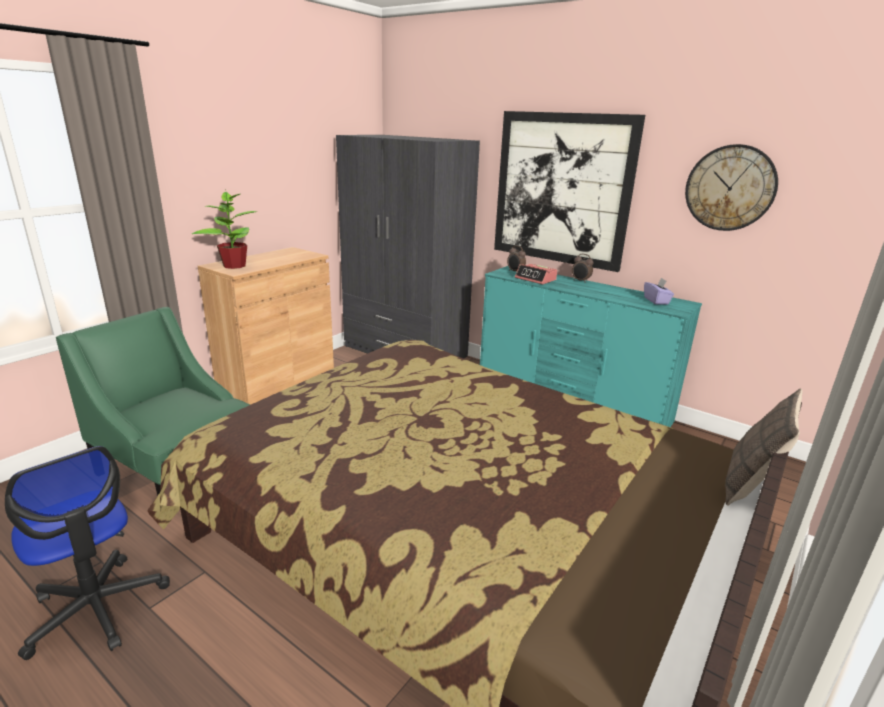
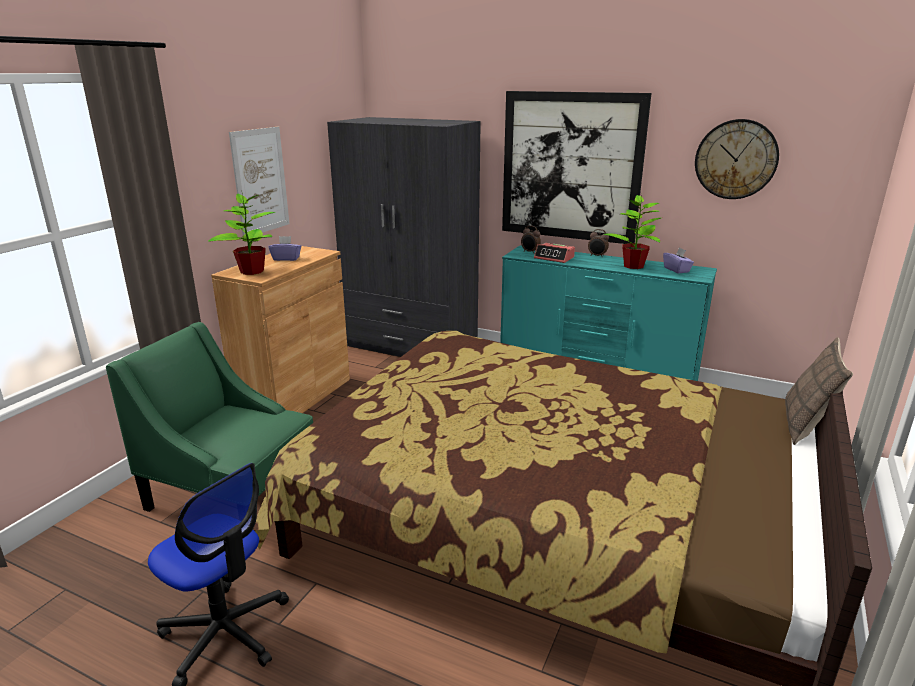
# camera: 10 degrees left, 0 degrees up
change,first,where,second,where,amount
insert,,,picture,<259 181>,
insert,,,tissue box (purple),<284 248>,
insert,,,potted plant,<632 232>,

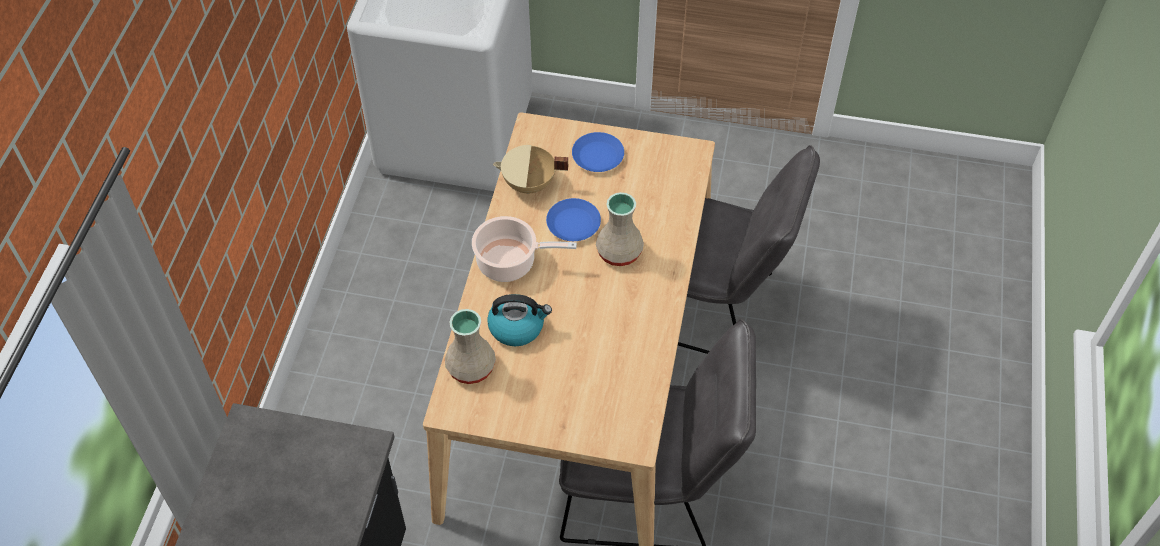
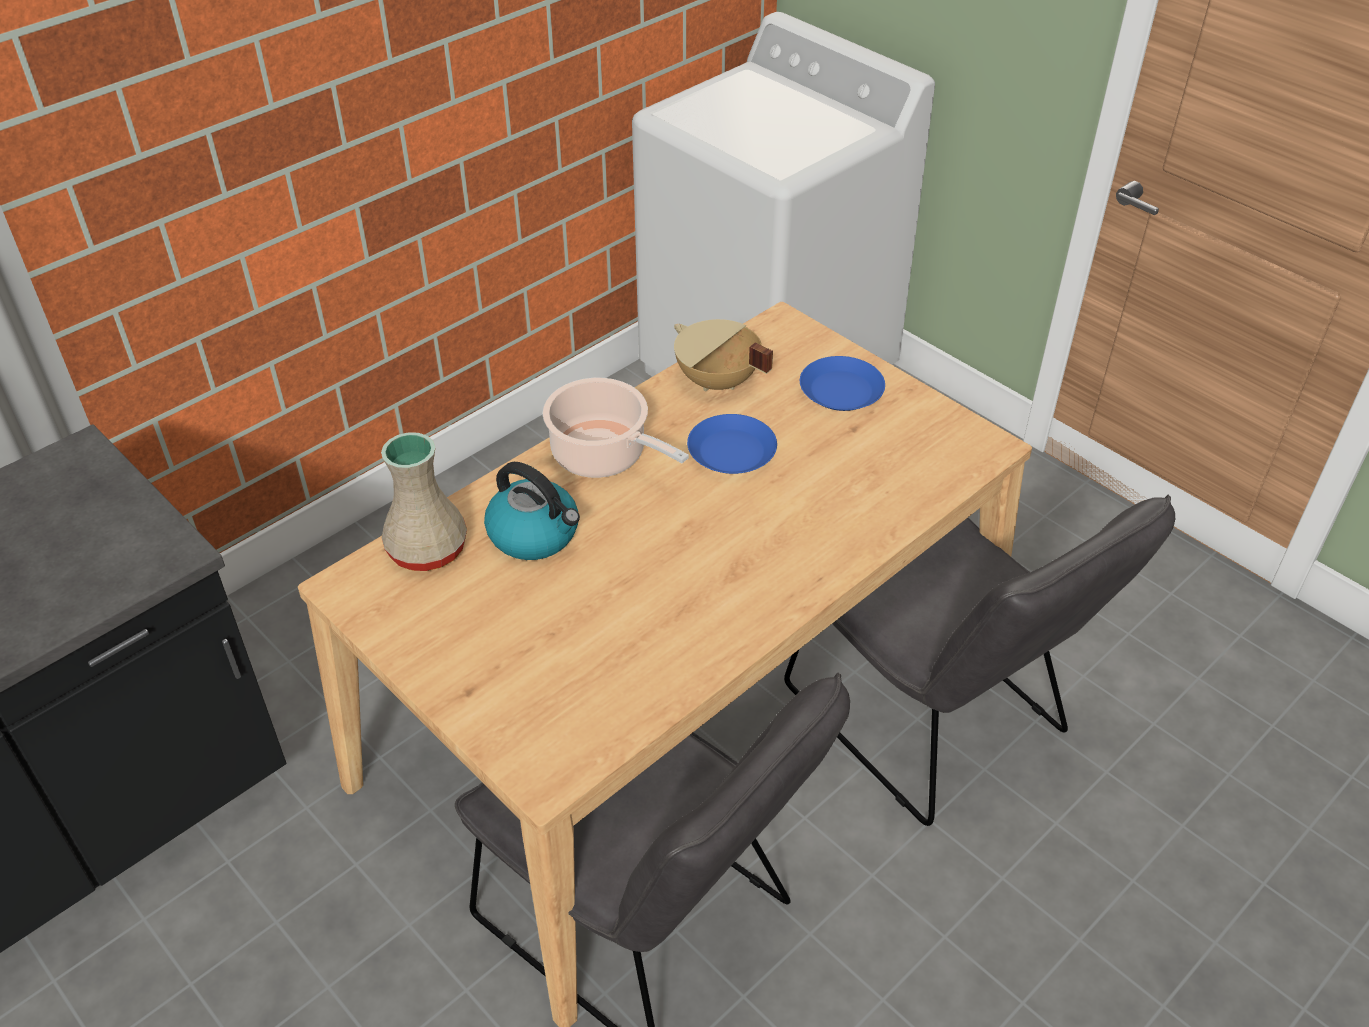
# camera: 35 degrees right, 10 degrees down
change,first,where,second,where,amount
delete,vase (beige),<620 229>,,,

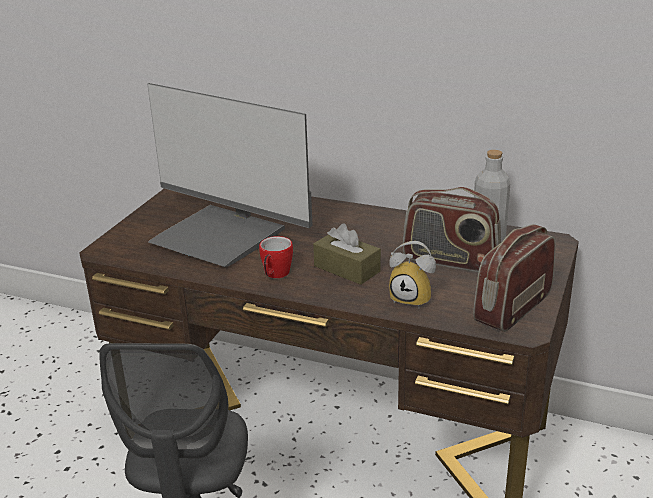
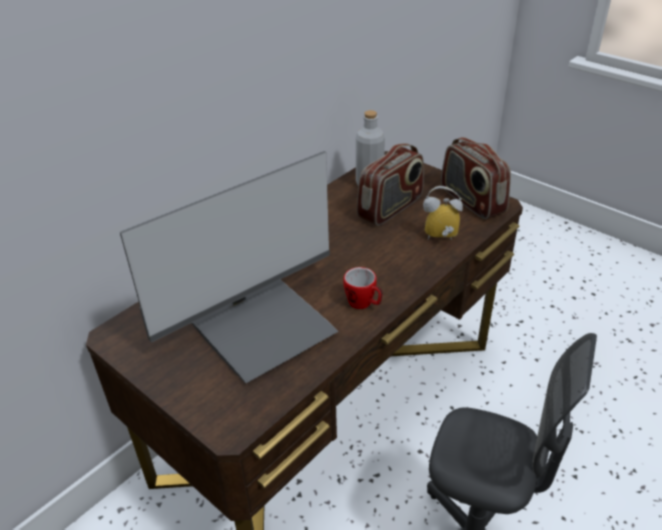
# camera: 70 degrees left, 10 degrees up
change,first,where,second,where,amount
delete,tissue box (brown),<347 254>,,,
rotate,alarm clock,<412 274>,,<443 213>,135 degrees counterclockwise

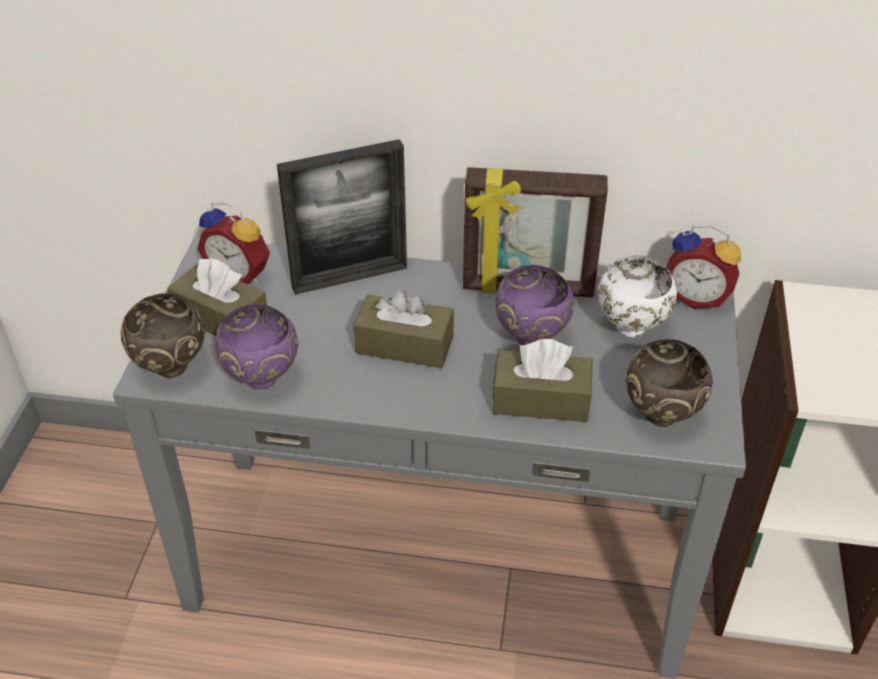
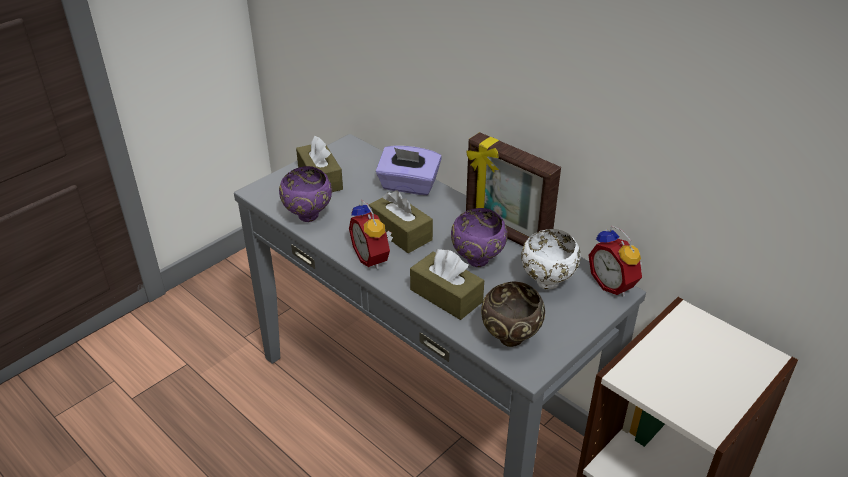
# camera: 35 degrees right, 5 degrees down
change,first,where,second,where,amount
delete,bowl (brown),<163 335>,,,
move,alarm clock,<233 243>,,<371 234>,
replace,picture frame,<342 217>,tissue box (purple),<409 170>,

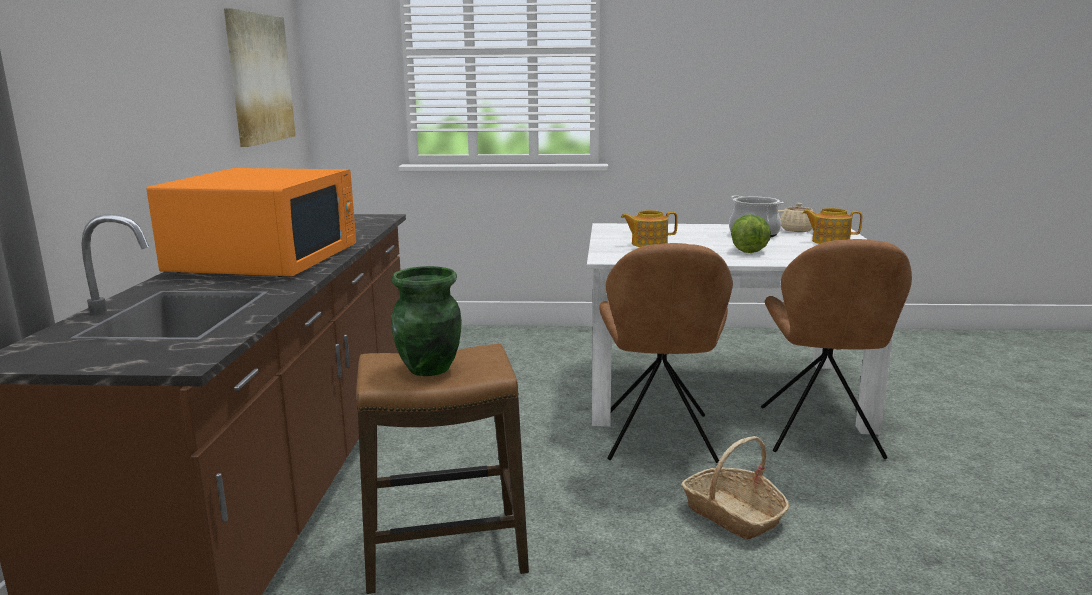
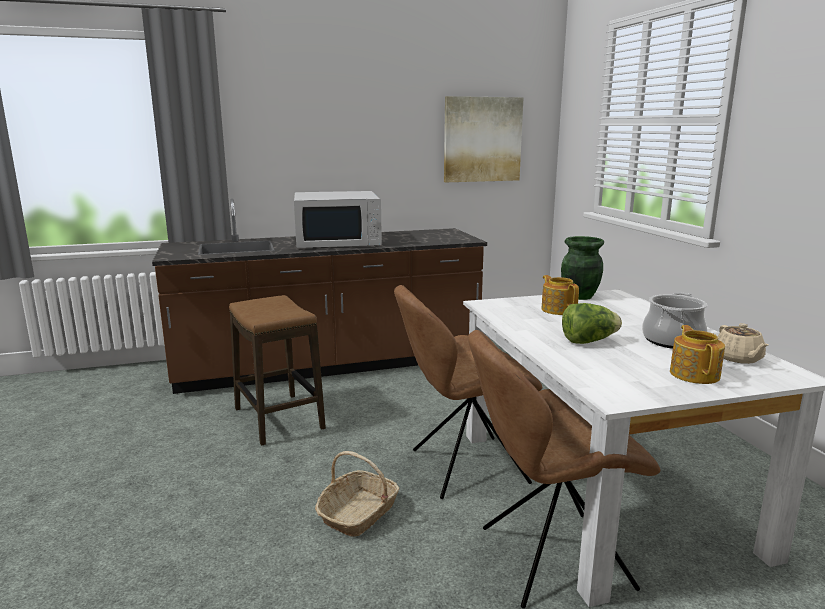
# camera: 70 degrees right, 0 degrees up
change,first,where,second,where,amount
move,vase (green),<426 321>,,<582 268>,
recolor,microwave (orange),<251 222>,microwave (white),<338 219>,

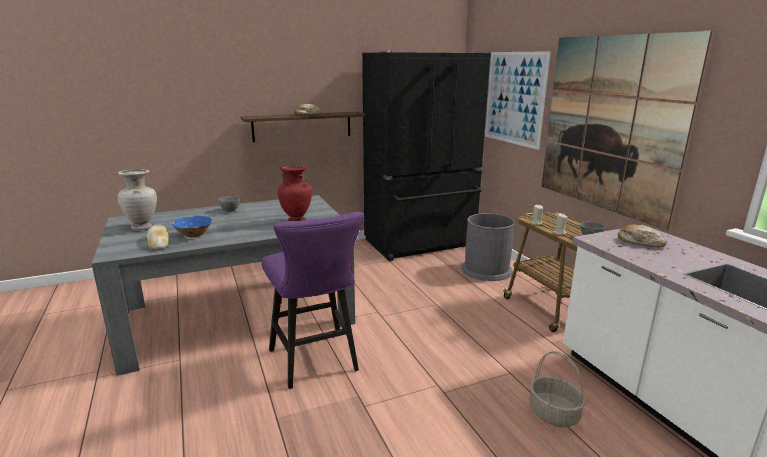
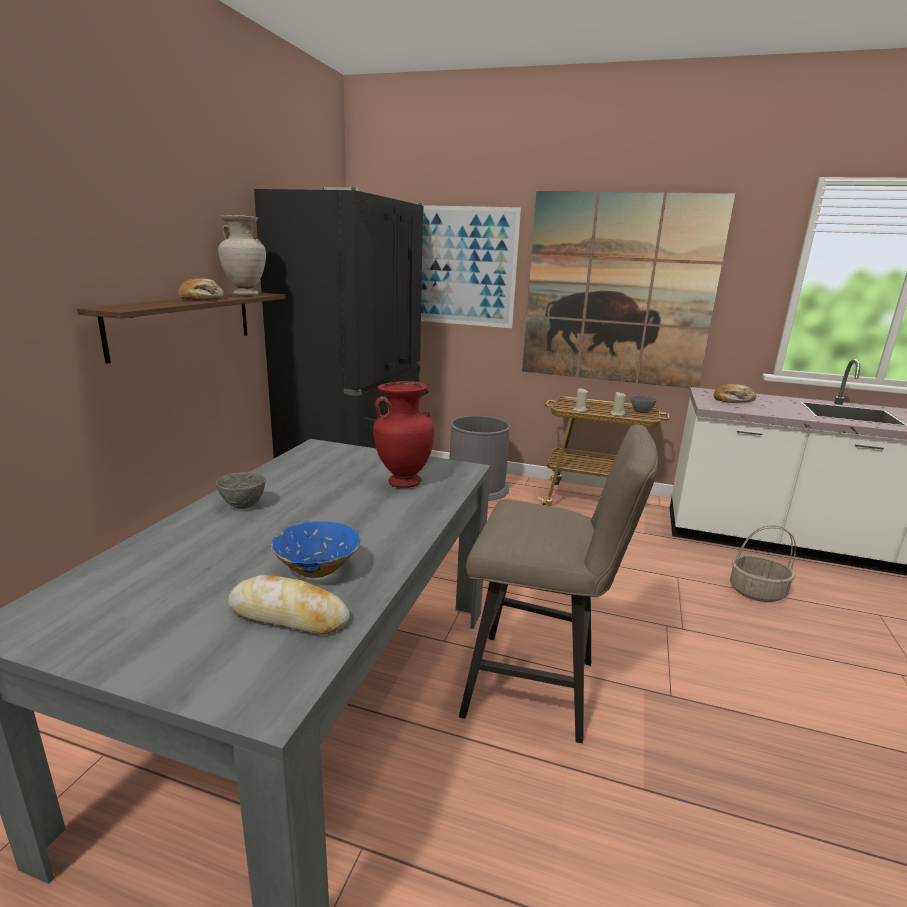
# camera: 50 degrees left, 0 degrees up
change,first,where,second,where,amount
move,vase (beige),<137 199>,,<242 255>,
recolor,stool (purple),<313 300>,stool (beige),<558 584>,

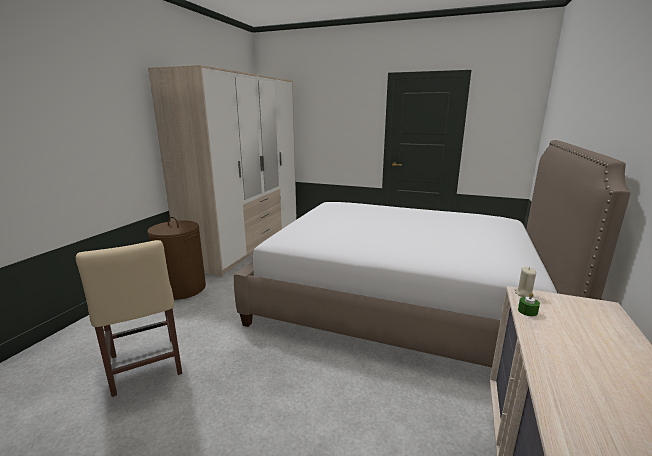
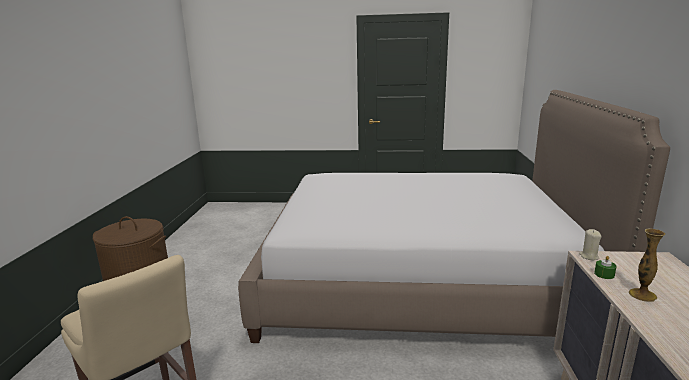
# camera: 15 degrees left, 0 degrees up
change,first,where,second,where,amount
delete,wardrobe,<222 170>,,,
insert,,,vase,<647 265>,

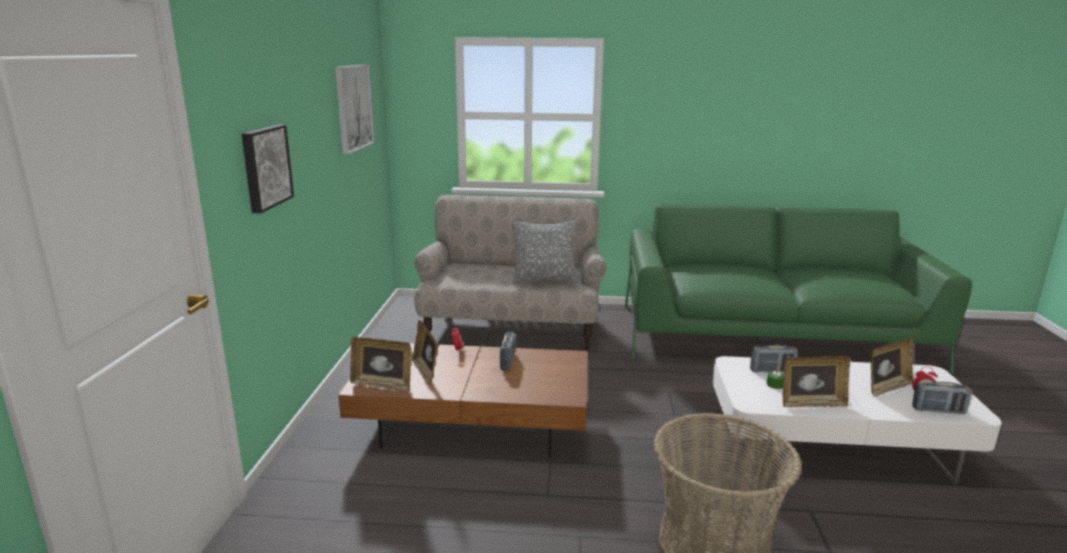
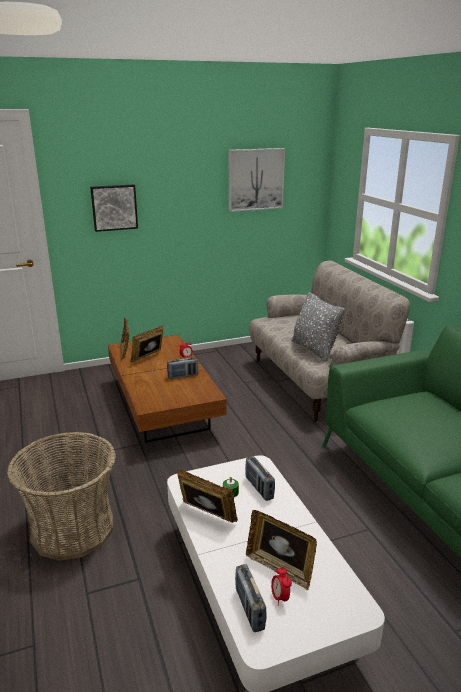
# camera: 65 degrees right, 5 degrees up
change,first,where,second,where,amount
rotate,picture frame,<816 382>,,<207 495>,150 degrees clockwise

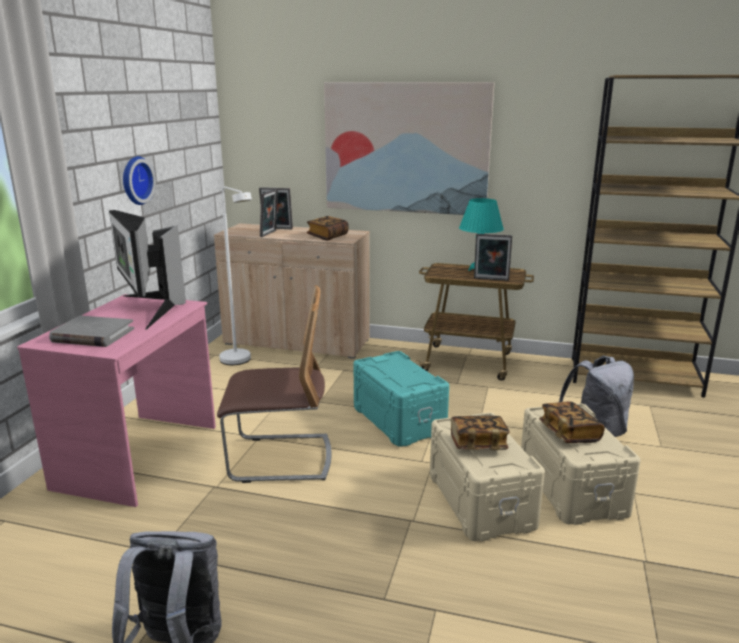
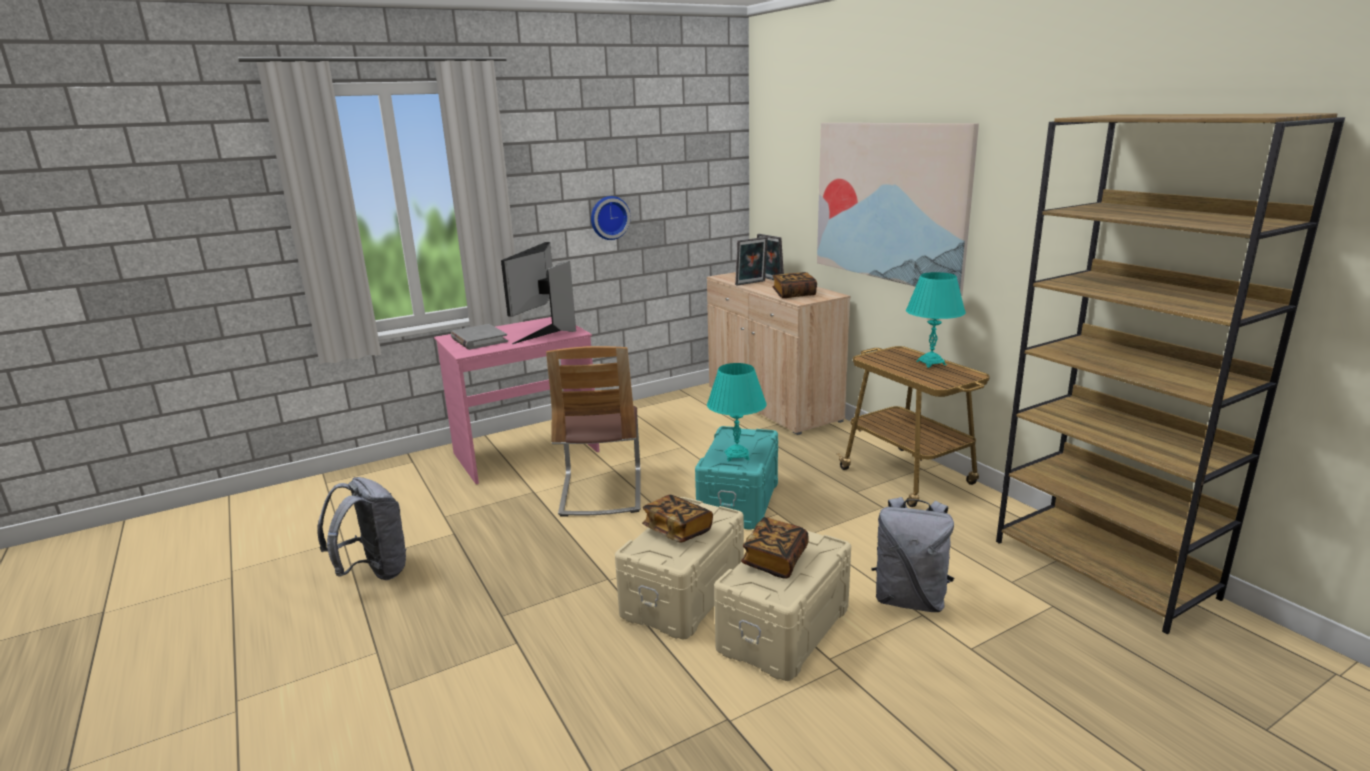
# camera: 45 degrees right, 0 degrees up
change,first,where,second,where,amount
delete,floor lamp (white),<235 276>,,,
delete,picture frame,<493 257>,,,
insert,,,table lamp (turquoise),<737 412>,
rotate,chair,<274 384>,,<593 431>,45 degrees clockwise

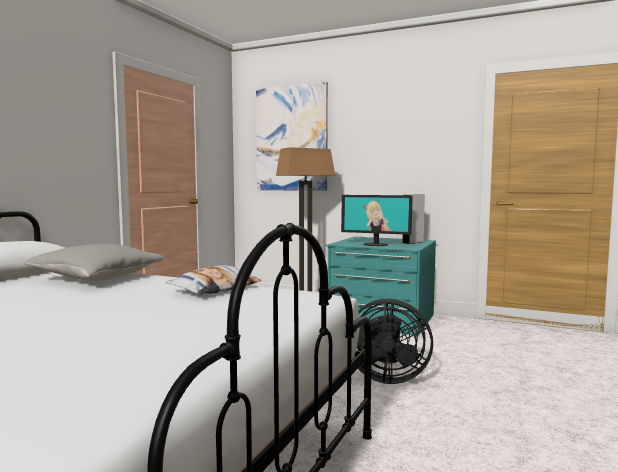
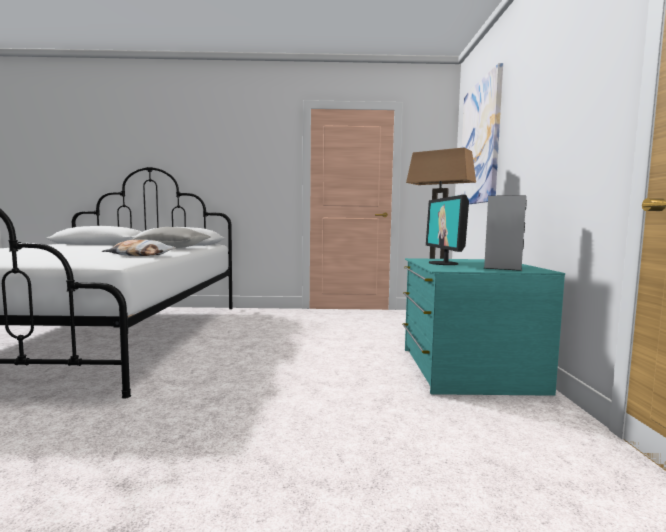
# camera: 65 degrees right, 0 degrees up
change,first,where,second,where,amount
delete,fan (black),<395 341>,,,

